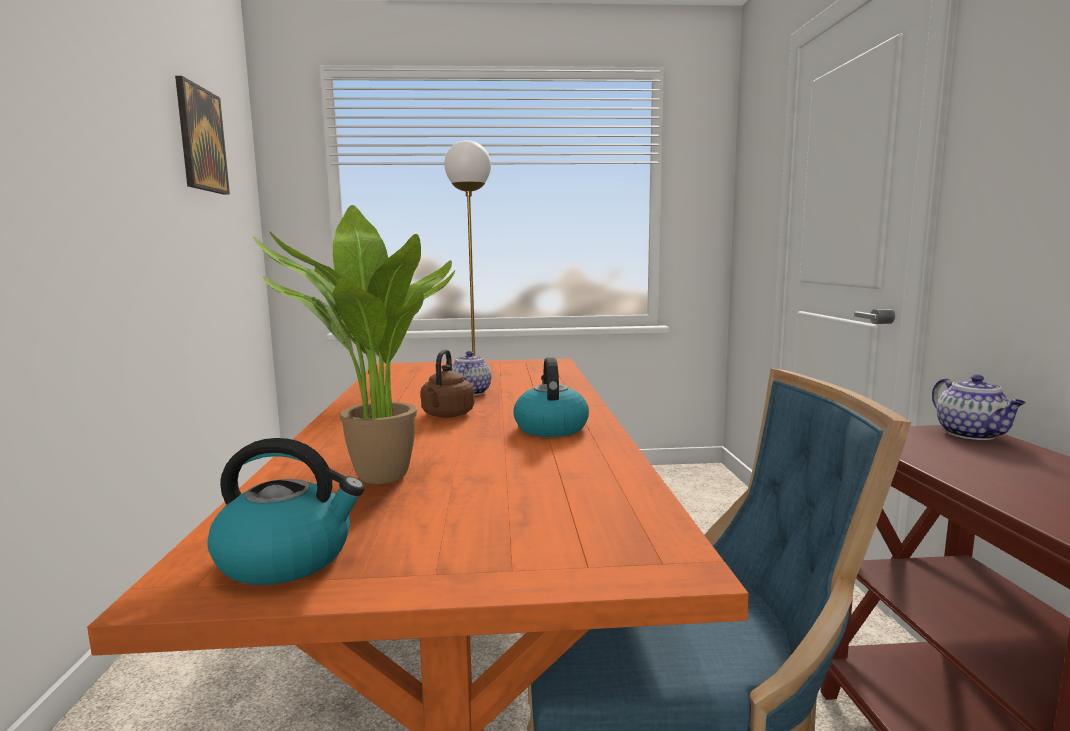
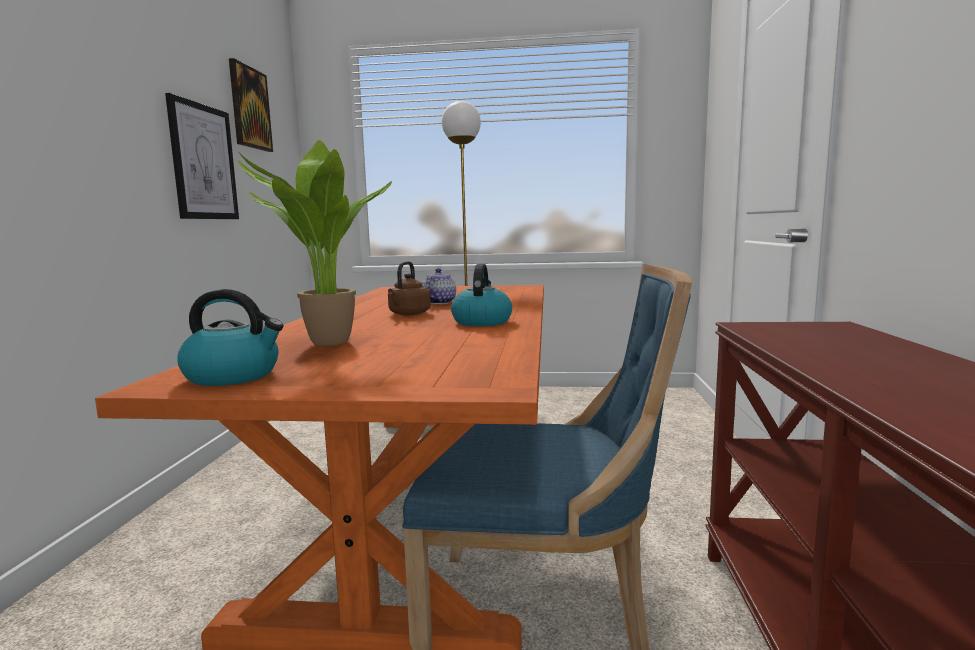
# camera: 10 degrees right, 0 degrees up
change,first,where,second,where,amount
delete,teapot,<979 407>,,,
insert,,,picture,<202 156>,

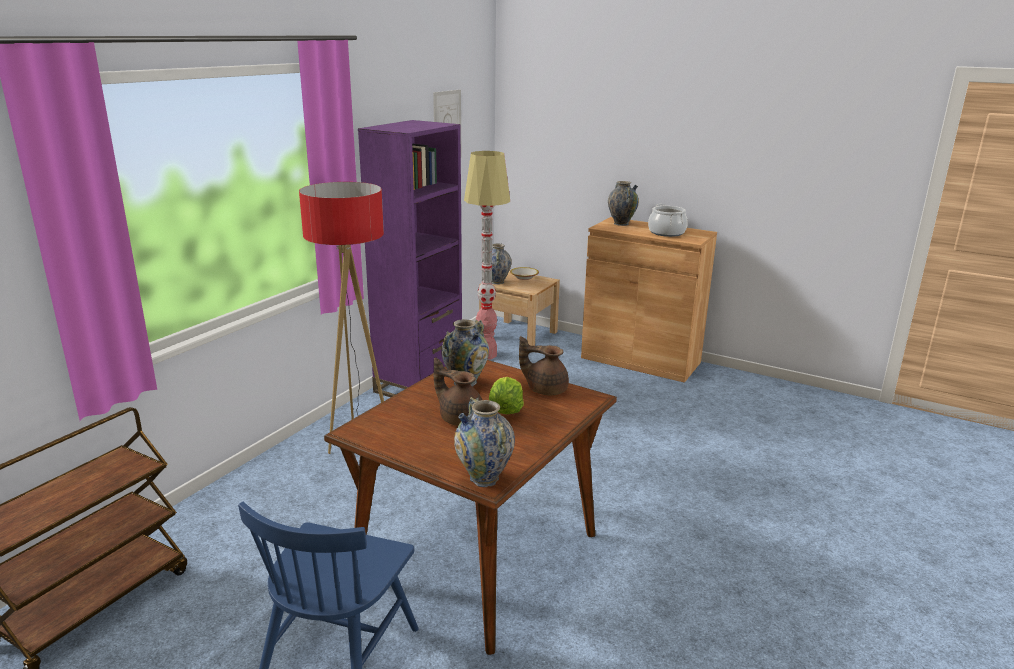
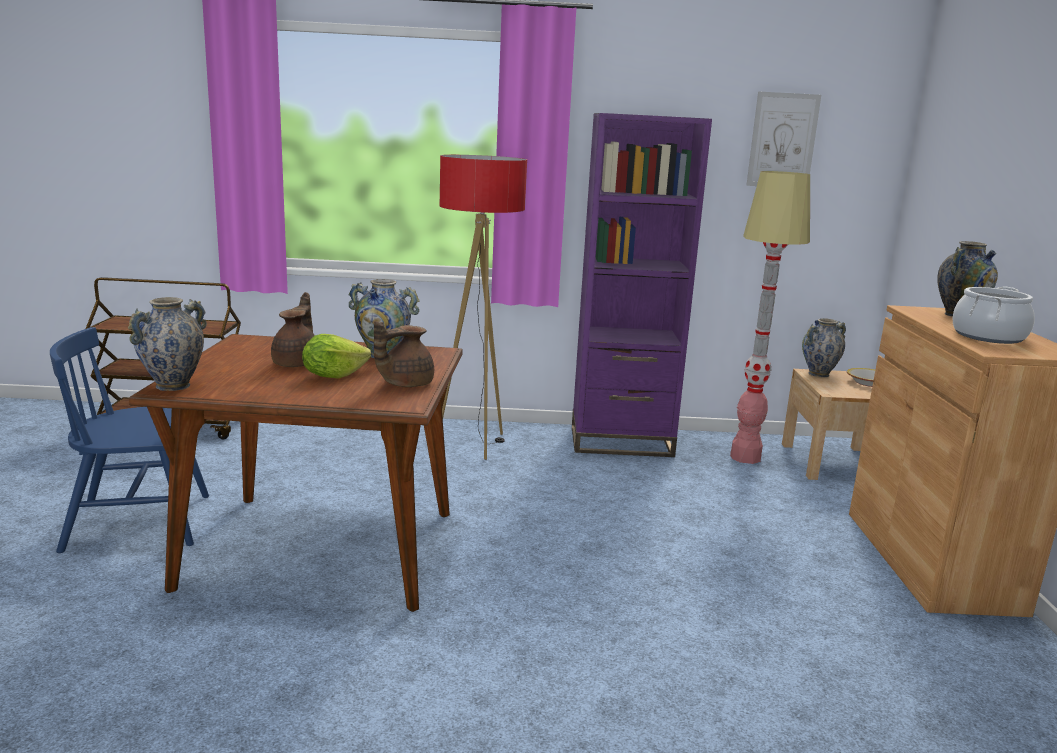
# camera: 60 degrees right, 5 degrees down
change,first,where,second,where,amount
rotate,teapot (brown),<544 365>,,<404 354>,120 degrees counterclockwise

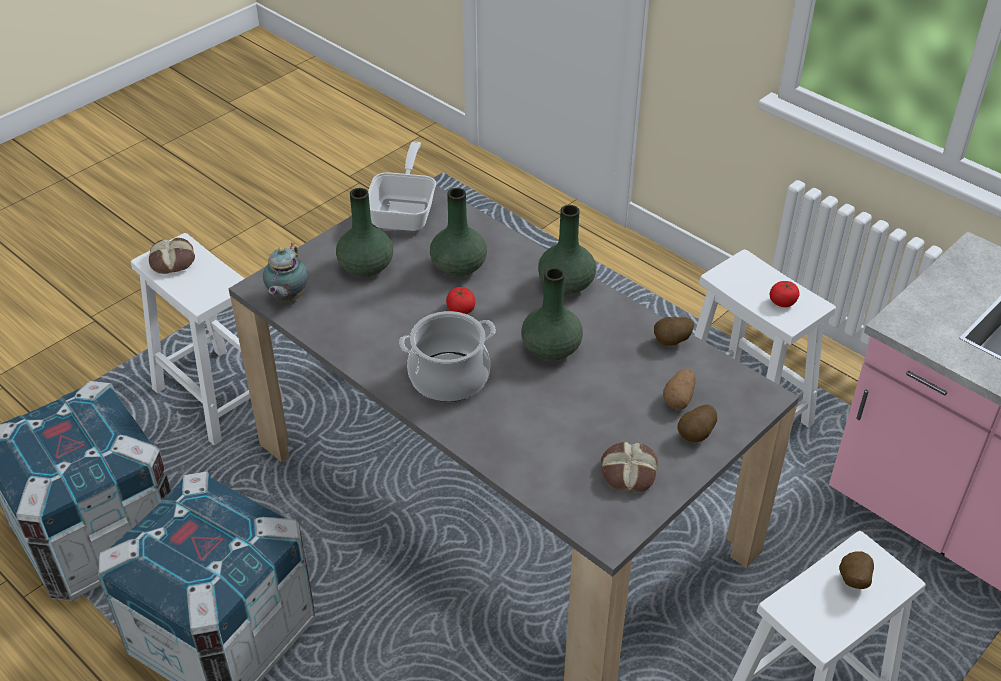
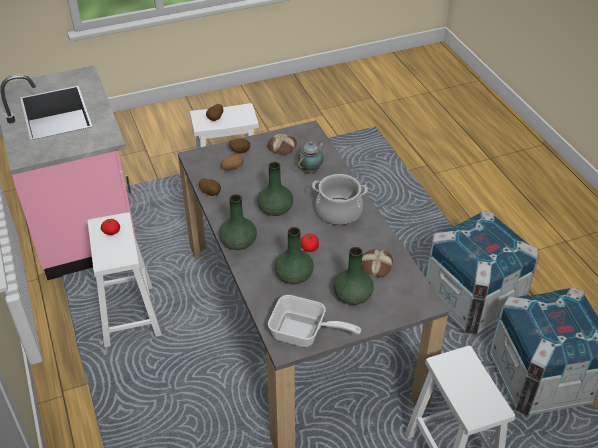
# camera: 155 degrees left, 0 degrees up
change,first,where,second,where,amount
move,bread,<172 256>,,<377 263>,
move,teapot,<285 272>,,<311 157>,
rotate,frying pan,<402 186>,,<314 321>,105 degrees counterclockwise

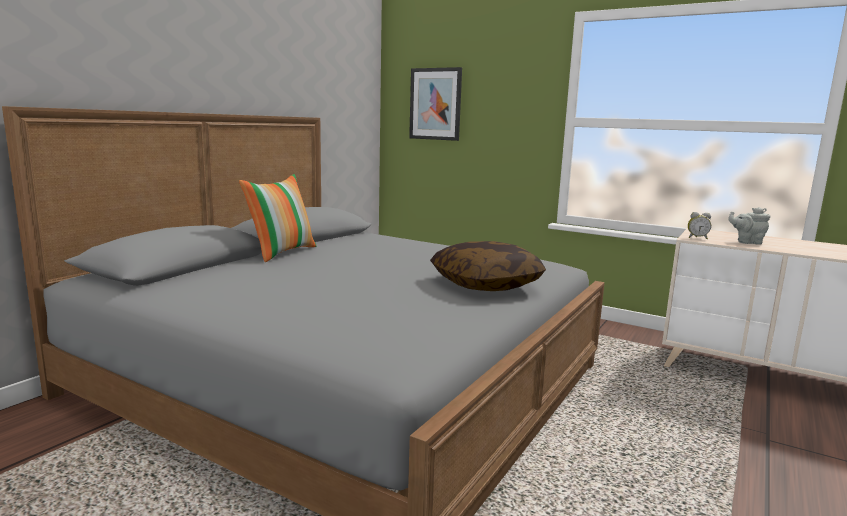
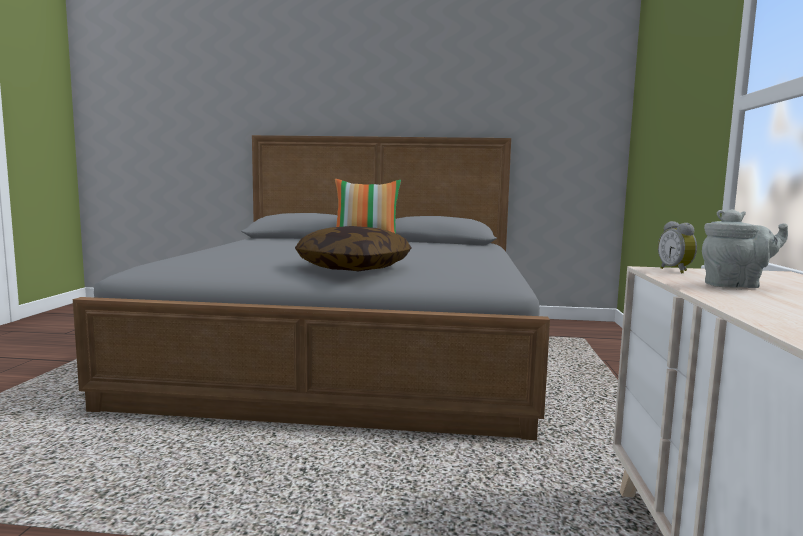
# camera: 65 degrees right, 5 degrees down
change,first,where,second,where,amount
delete,picture,<435 104>,,,
rotate,teapot (grey),<749 226>,,<745 248>,105 degrees clockwise

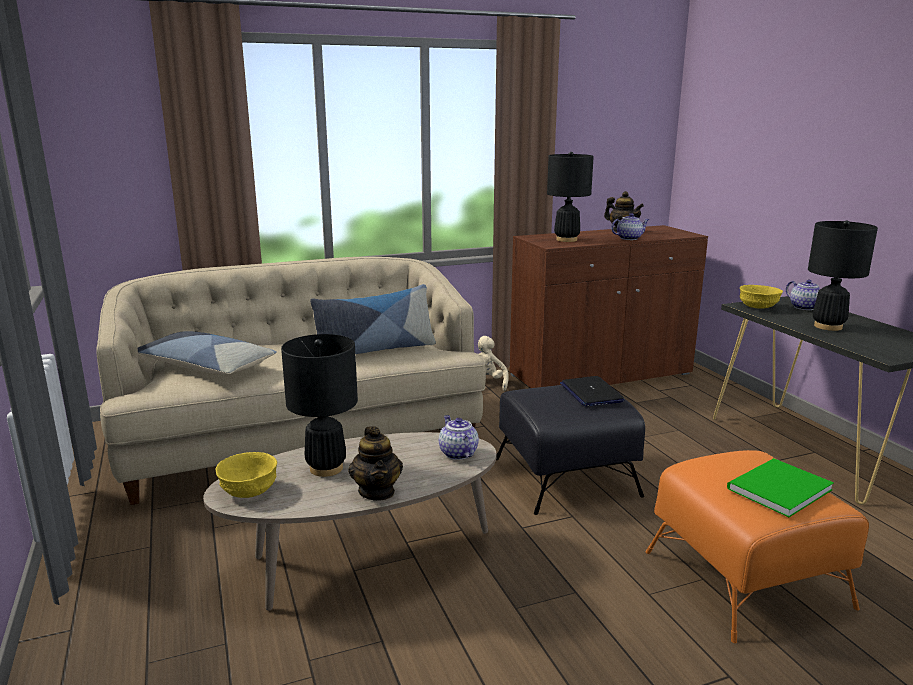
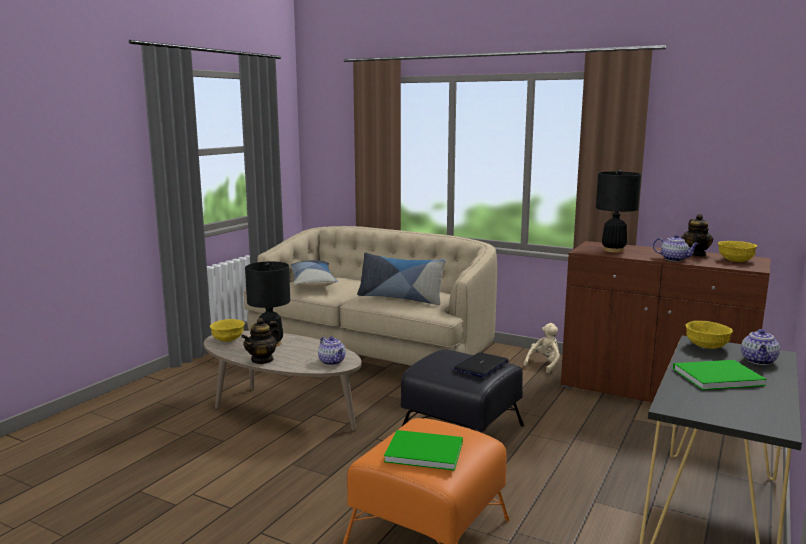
# camera: 50 degrees right, 5 degrees down
change,first,where,second,where,amount
insert,,,bowl (yellow),<737 251>,
replace,table lamp (black),<843 275>,book (green),<720 375>,
rotate,teapot,<459 437>,,<332 350>,120 degrees clockwise

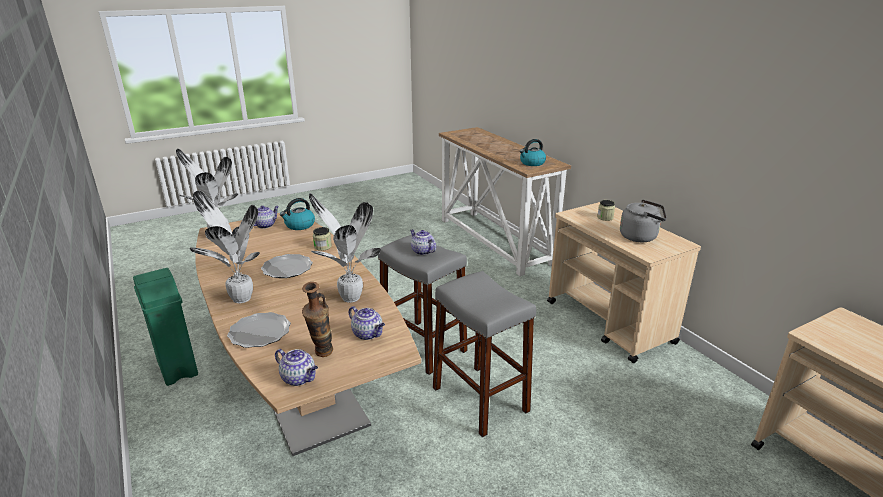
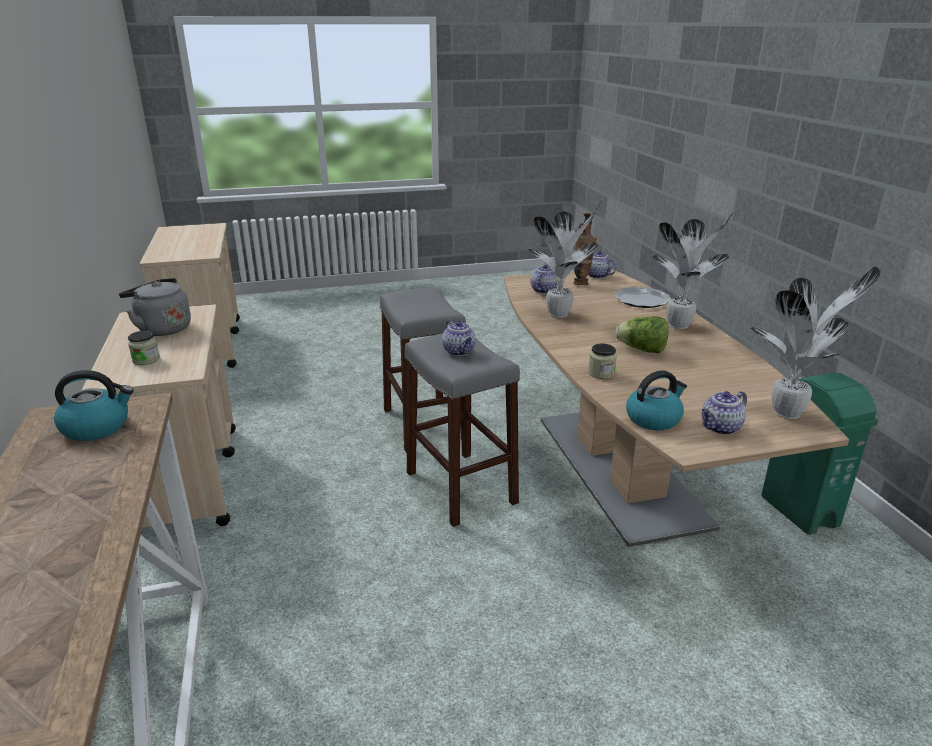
# camera: 165 degrees left, 0 degrees up
change,first,where,second,where,amount
replace,plate,<287 266>,lettuce,<642 334>,
rotate,teapot,<367 323>,,<544 279>,60 degrees clockwise

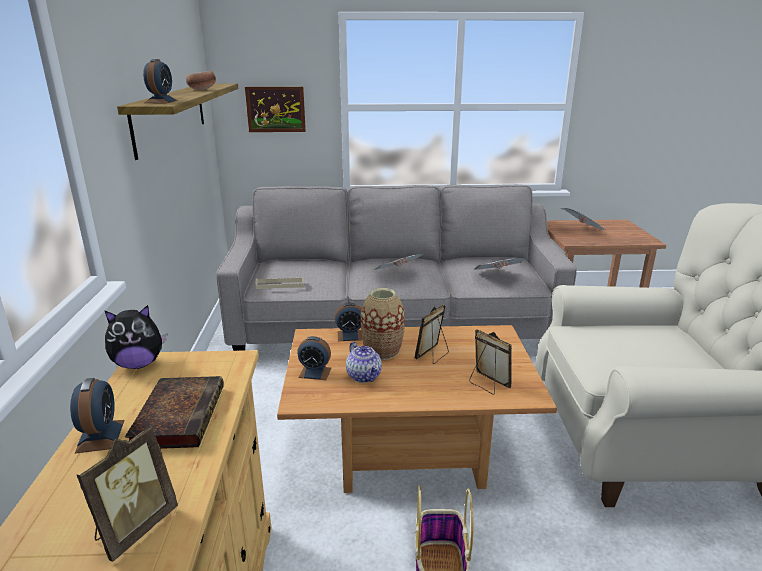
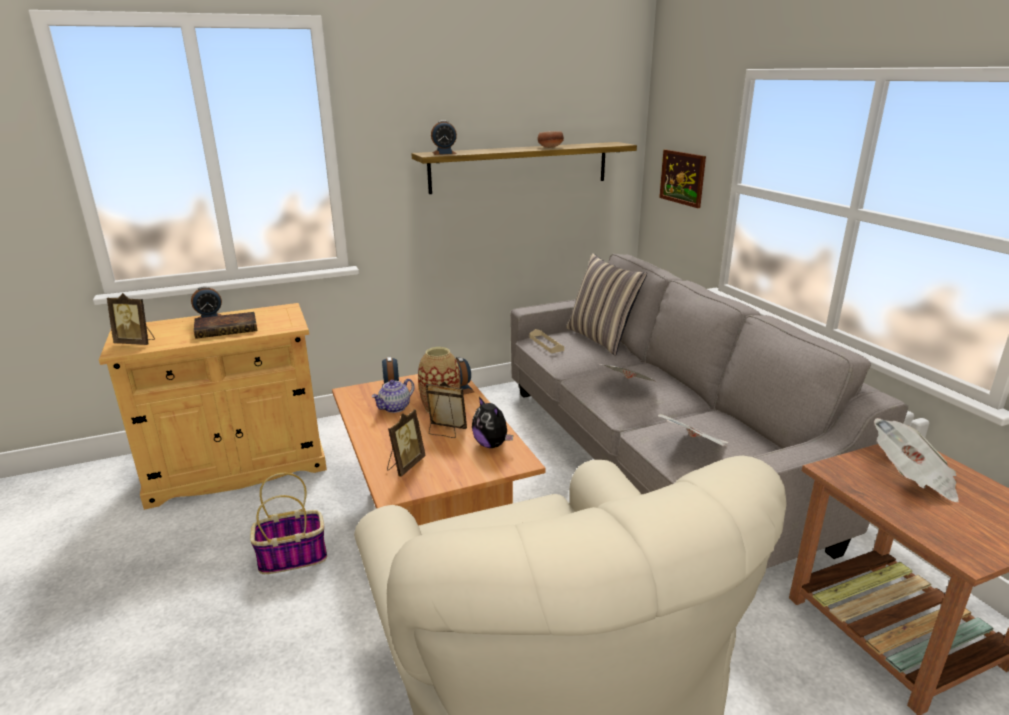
# camera: 70 degrees right, 0 degrees up
change,first,where,second,where,amount
insert,,,pillow,<606 304>,
move,plush toy,<135 337>,,<492 422>,

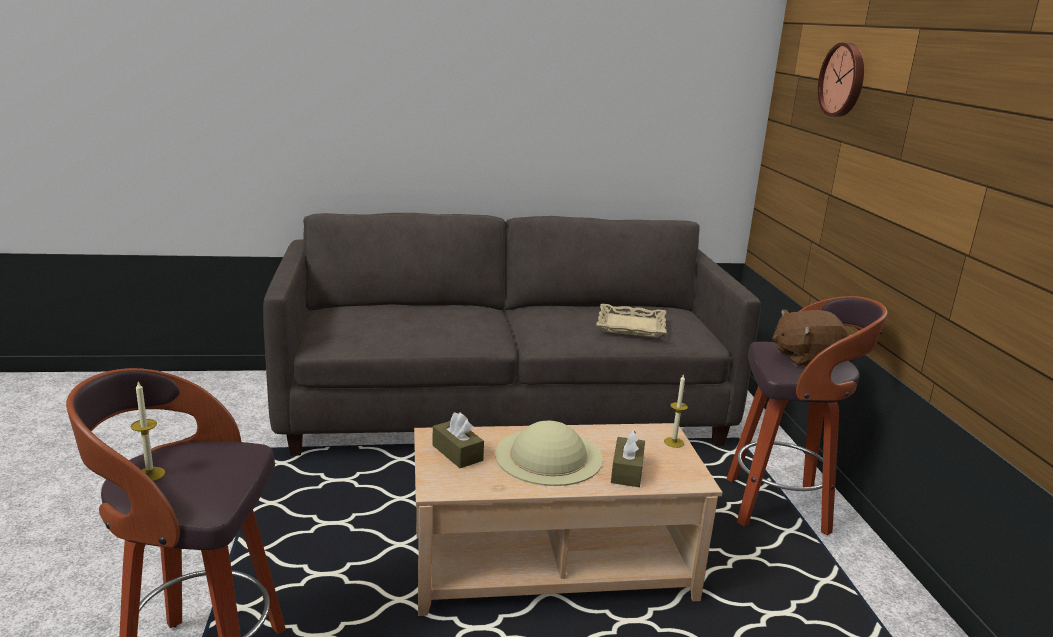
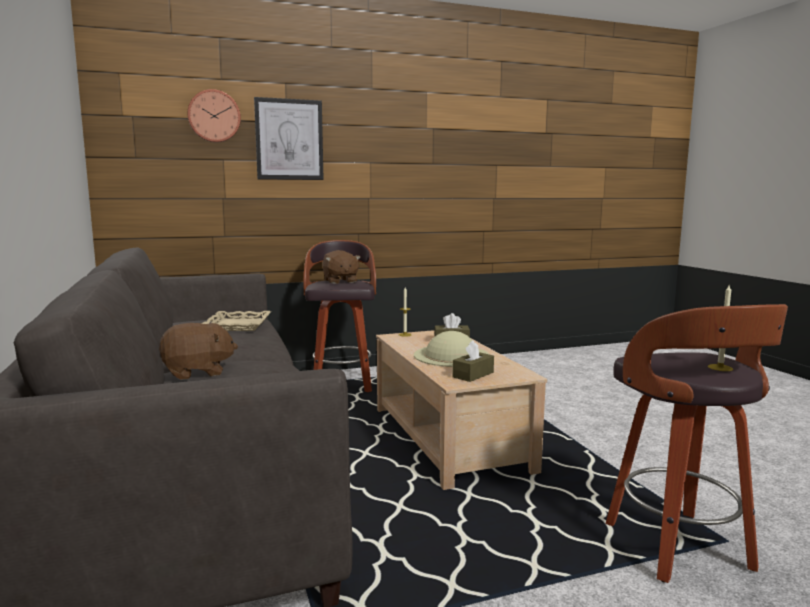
# camera: 100 degrees left, 10 degrees down
change,first,where,second,where,amount
insert,,,plush toy (brown),<198 351>,
insert,,,picture,<289 138>,

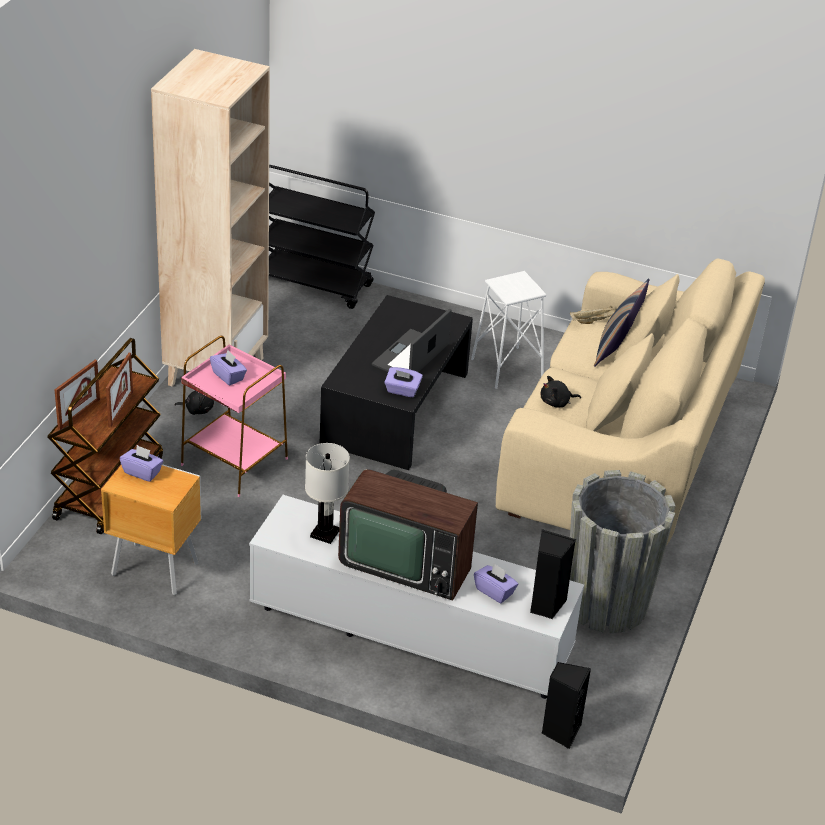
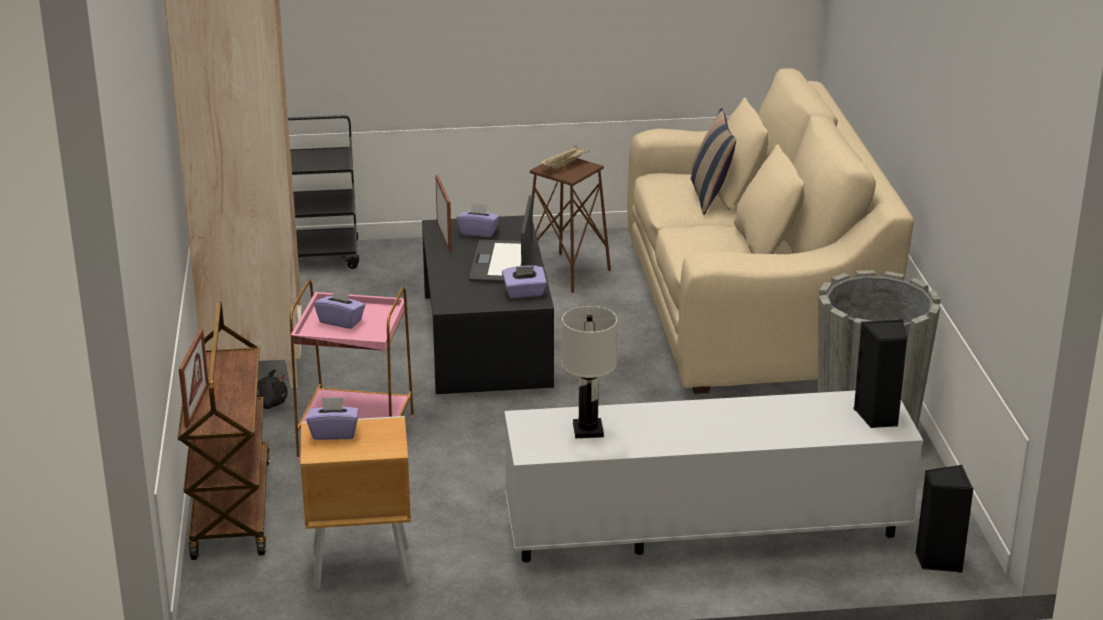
# camera: 25 degrees left, 10 degrees down
change,first,where,second,where,amount
delete,television,<408 535>,,,
delete,plush toy (black),<561 392>,,,
move,picture frame,<119 390>,,<443 213>,
move,tissue box (purple),<496 583>,,<478 219>,
move,tray (beige),<592 314>,,<564 157>,
recolor,stool (white),<509 330>,stool (brown),<570 225>,

